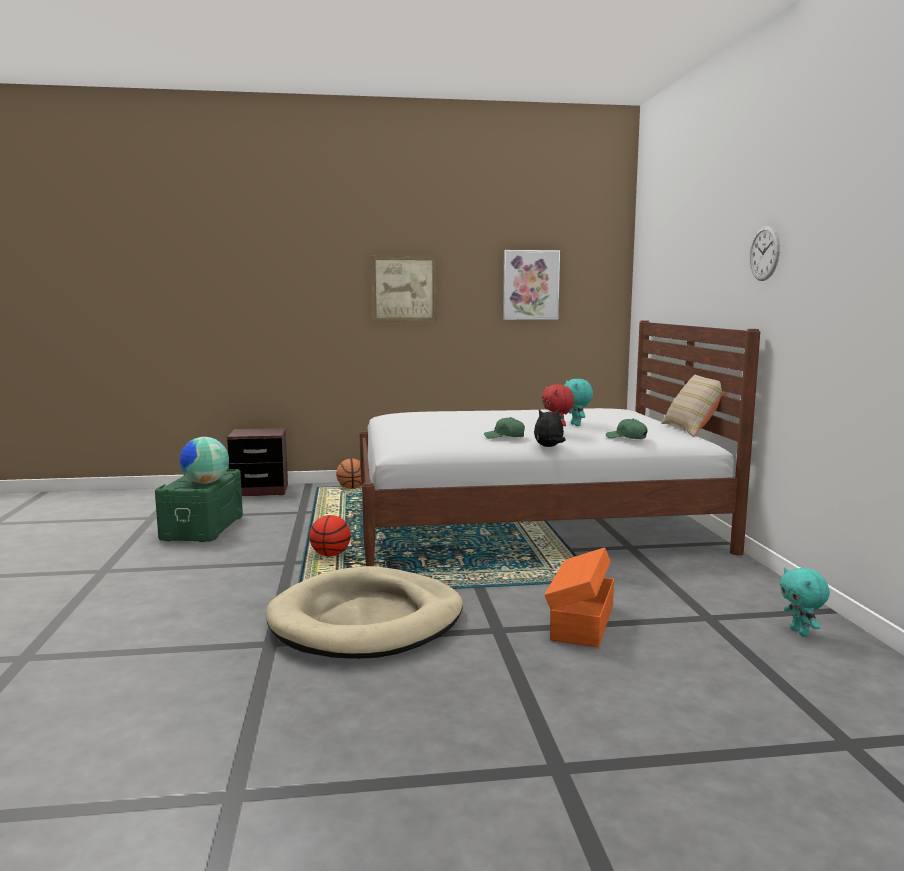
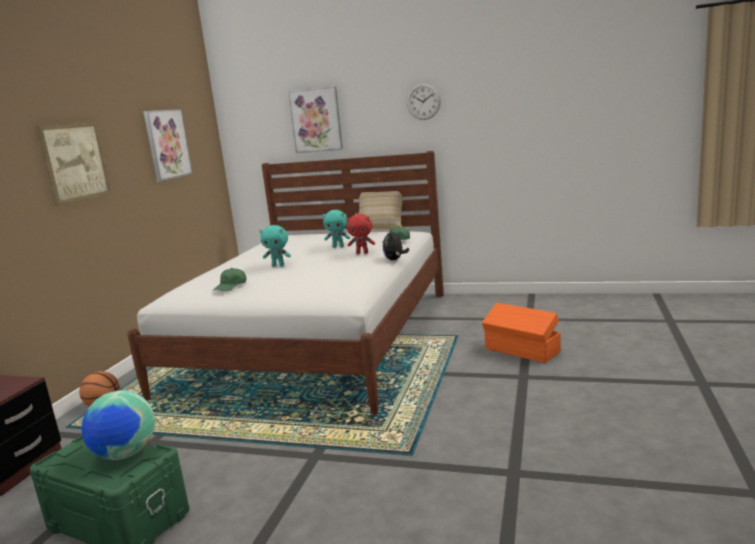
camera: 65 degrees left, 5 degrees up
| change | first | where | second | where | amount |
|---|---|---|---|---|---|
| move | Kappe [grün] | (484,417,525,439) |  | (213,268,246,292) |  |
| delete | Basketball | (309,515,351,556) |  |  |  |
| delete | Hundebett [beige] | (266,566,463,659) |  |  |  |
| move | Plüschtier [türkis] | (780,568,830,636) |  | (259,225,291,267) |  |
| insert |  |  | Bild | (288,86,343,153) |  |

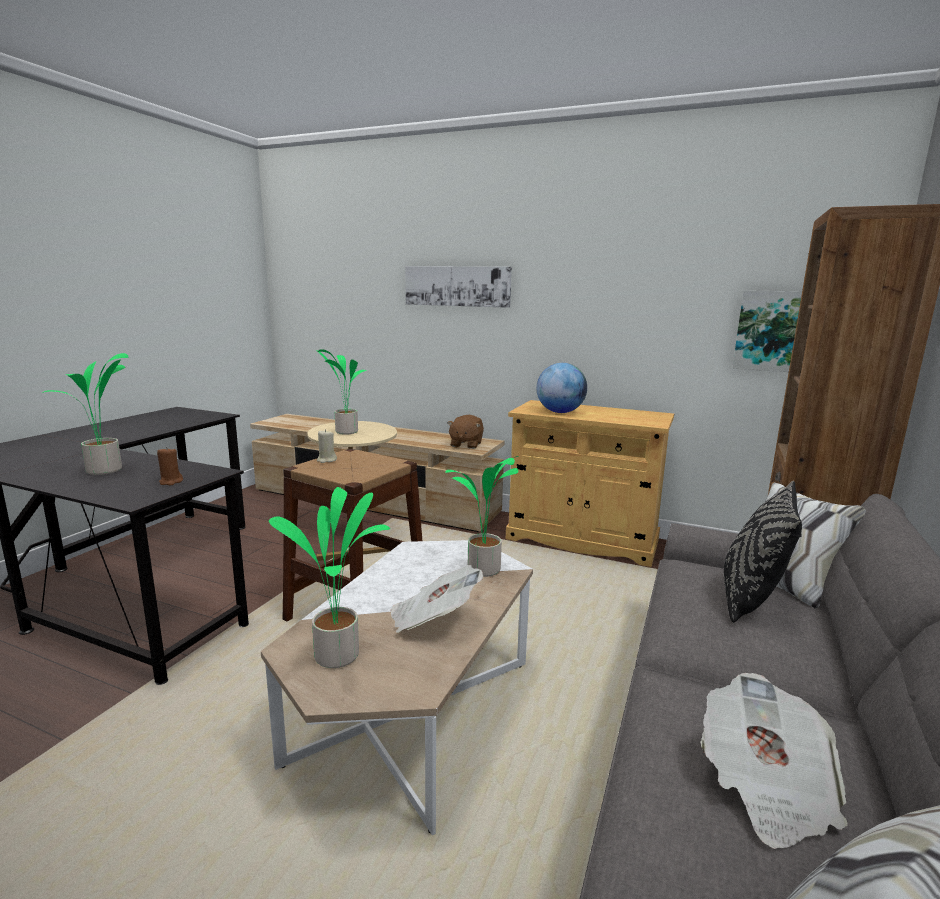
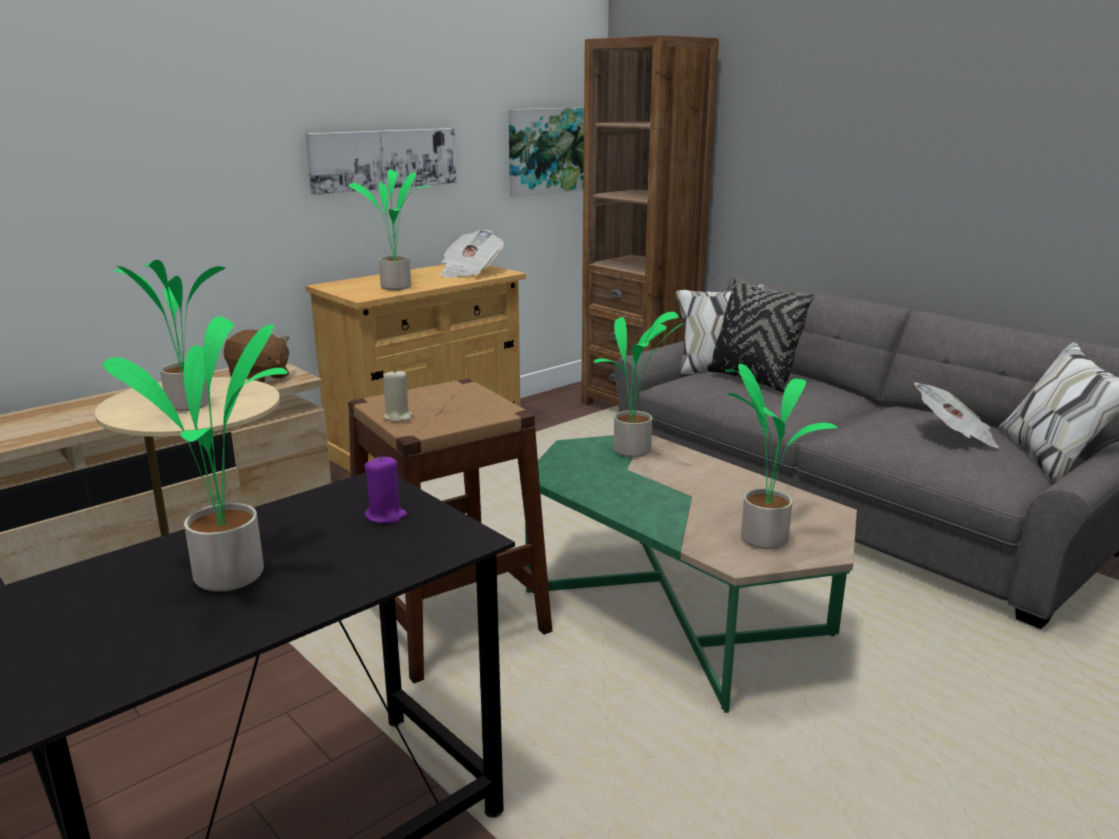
camera: 65 degrees left, 5 degrees up
| change | first | where | second | where | amount |
|---|---|---|---|---|---|
| move | Bild | (405,266,512,308) |  | (305,128,456,195) |  |
| replace | Globus | (537,363,587,413) | Topfpflanze | (349,169,429,290) |  |
| recolor | Kerze [braun] | (157,447,183,485) | Kerze [lila] | (364,456,407,523) |  |
| recolor | Couchtisch [weiß] | (261,540,533,836) | Couchtisch [grün] | (525,435,857,713) |  |
| move | Zeitung | (390,565,483,633) |  | (440,230,504,278) |  |

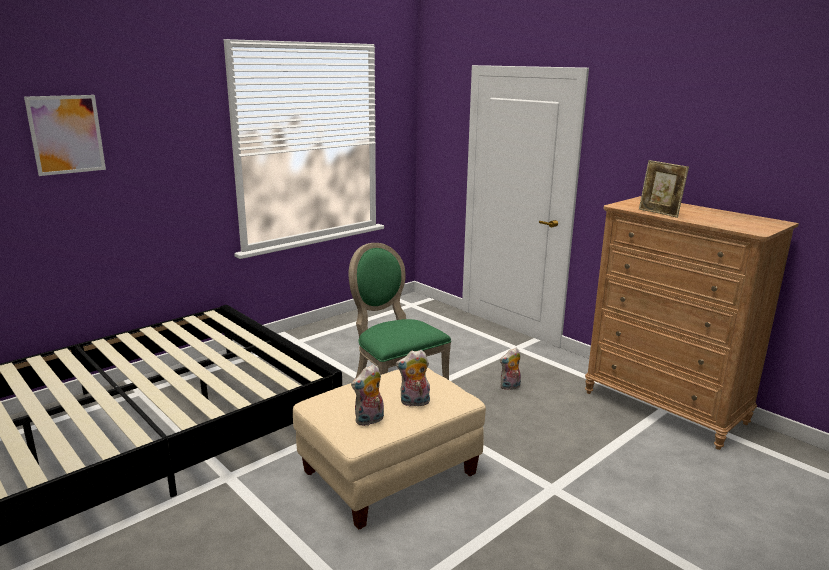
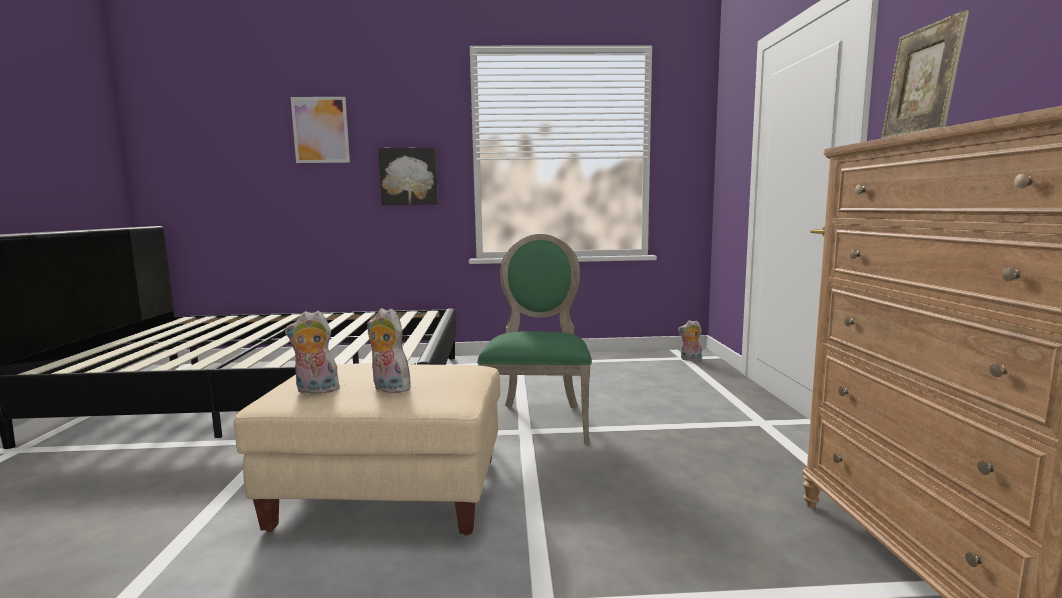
camera: 40 degrees right, 10 degrees down
| change | first | where | second | where | amount |
|---|---|---|---|---|---|
| move | Plüschtier | (500,348,521,390) |  | (678,320,702,361) |  |
| insert |  |  | Bild | (378,147,438,205) |  |

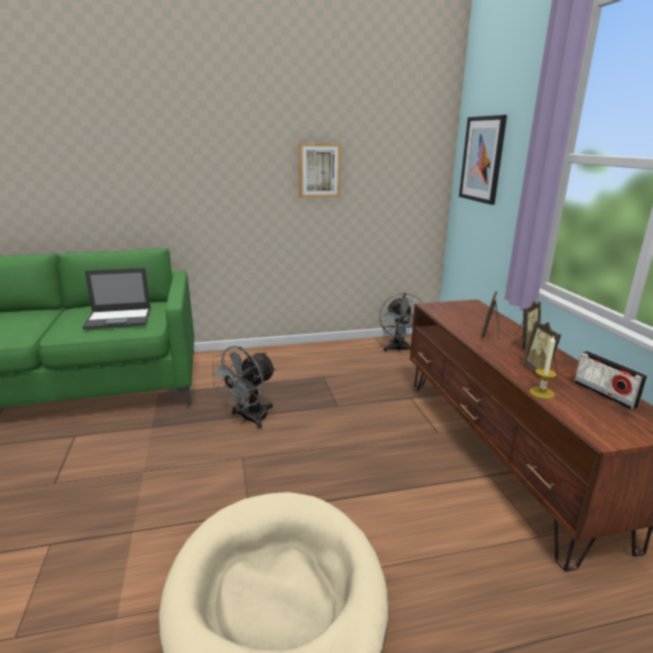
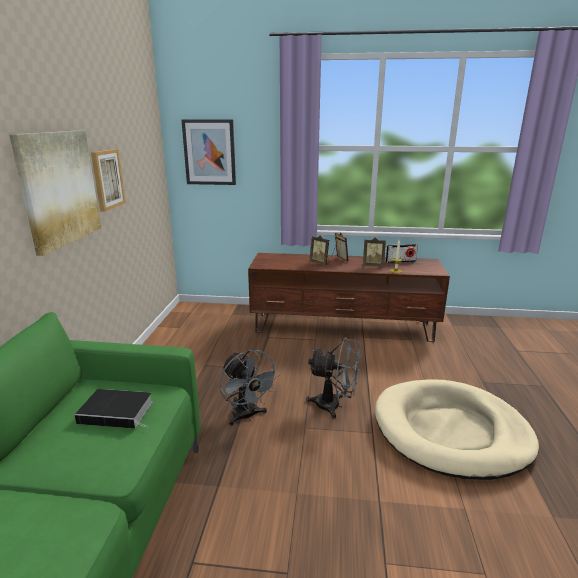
camera: 70 degrees left, 0 degrees up
| change | first | where | second | where | amount |
|---|---|---|---|---|---|
| replace | Laptop | (82,268,151,330) | Buch | (74,389,153,429) |  |
| move | Ventilator [grau] | (379,293,423,352) |  | (306,337,361,419) |  |
| insert |  |  | Bild | (9,130,101,256) |  |

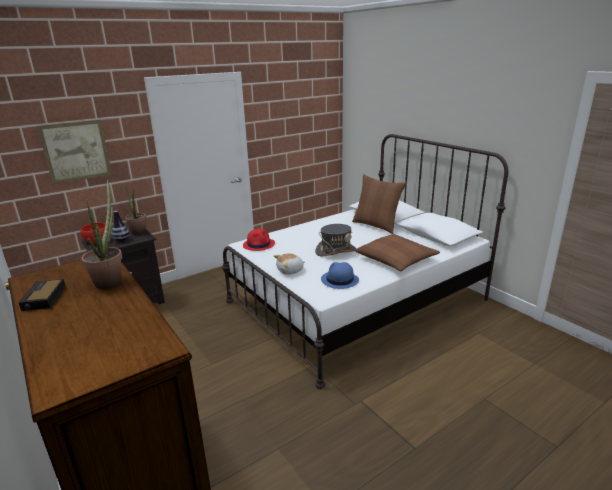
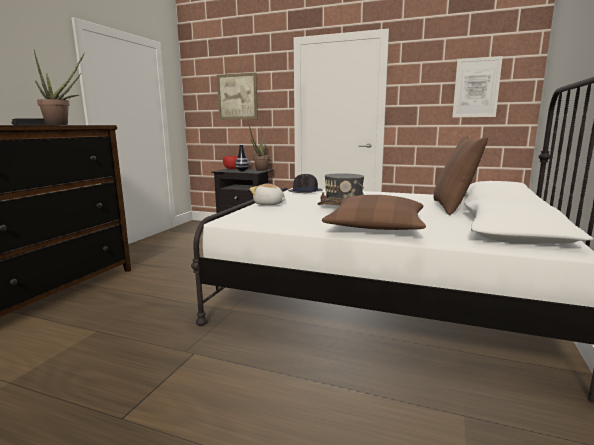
camera: 55 degrees right, 10 degrees down
| change | first | where | second | where | amount |
|---|---|---|---|---|---|
| recolor | Hut [rot] | (243,229,275,251) | Hut [schwarz] | (288,174,323,193) |  |
| delete | Hut [blau] | (321,262,359,289) |  |  |  |
| insert |  |  | Bild | (452,56,503,118) |  |

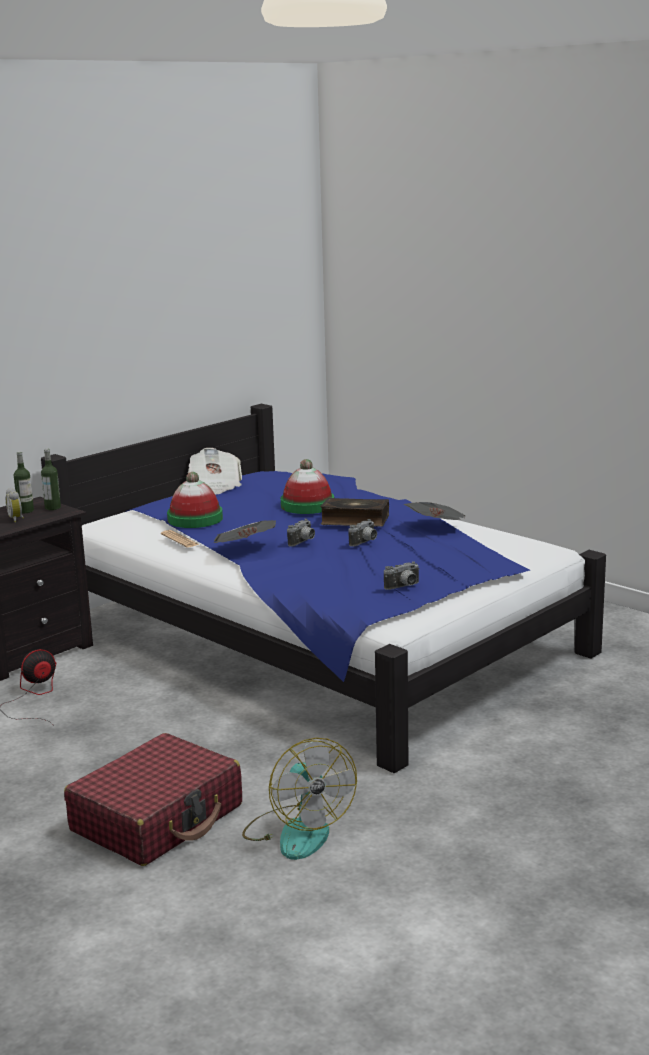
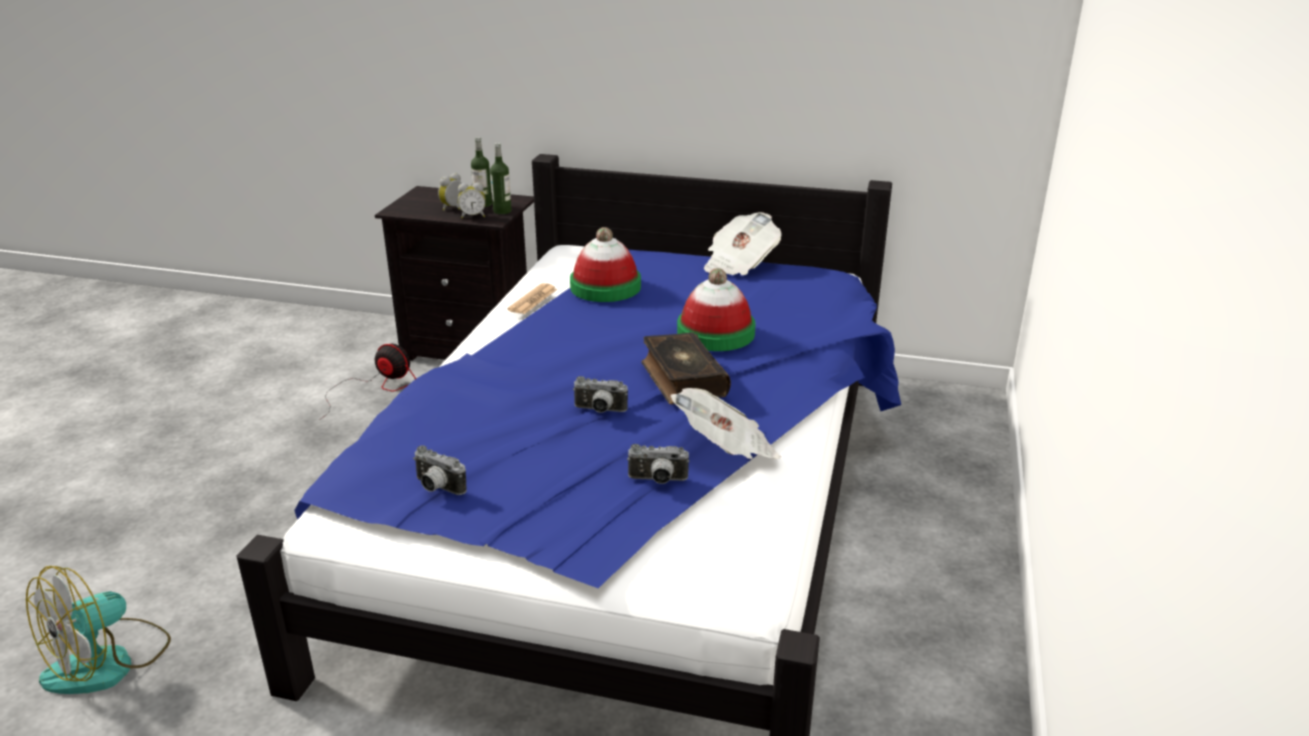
camera: 60 degrees right, 10 degrees up
| change | first | where | second | where | amount |
|---|---|---|---|---|---|
| move | Kamera | (287,519,315,547) |  | (627,444,689,484) |  |
| delete | Zeitung | (214,520,276,543) |  |  |  |
| delete | Koffer [rot] | (64,733,242,866) |  |  |  |
| insert |  |  | Wecker | (458,183,486,218) |  |

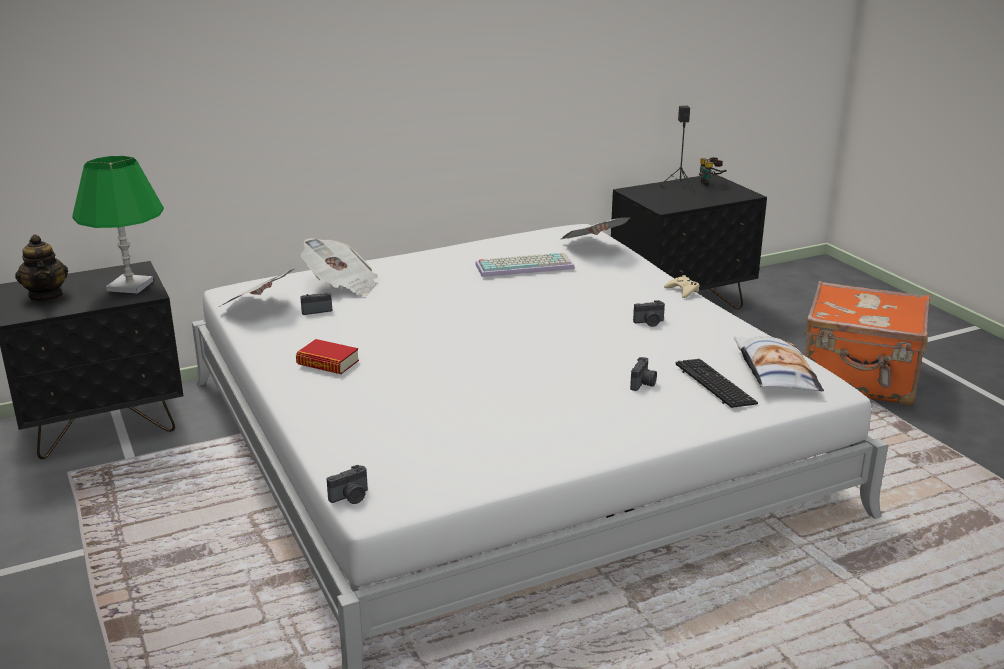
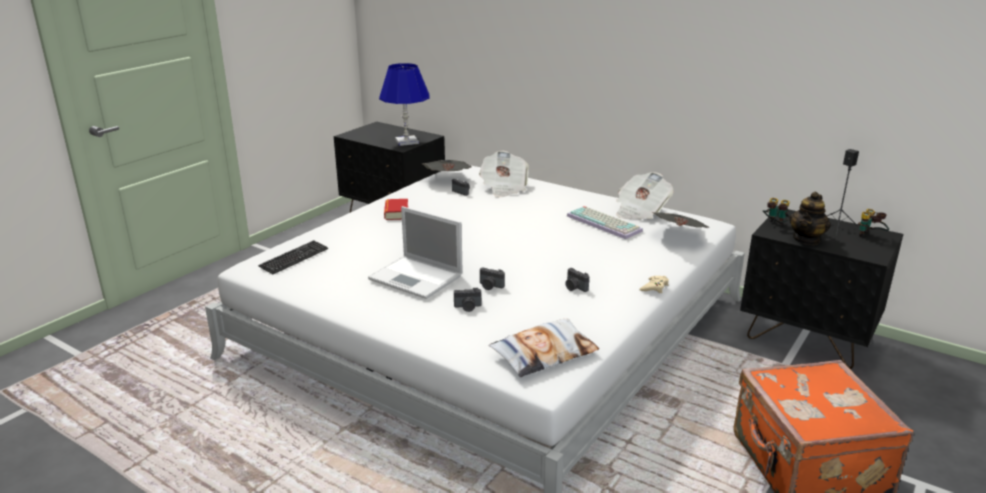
camera: 60 degrees right, 0 degrees up
| change | first | where | second | where | amount |
|---|---|---|---|---|---|
| recolor | Tischlampe [grün] | (72,156,164,294) | Tischlampe [blau] | (379,63,429,146) |  |
| move | Teekanne | (15,235,68,301) |  | (789,191,830,245) |  |
| move | Tastatur | (675,359,758,408) |  | (258,240,328,274) |  |
| move | Kamera | (327,465,368,504) |  | (480,267,505,290) |  |
| insert |  |  | Zeitung | (616,172,673,220) |  |
| insert |  |  | Fernglas | (763,198,790,224) |  |
| insert |  |  | Laptop | (368,206,463,299) |  |

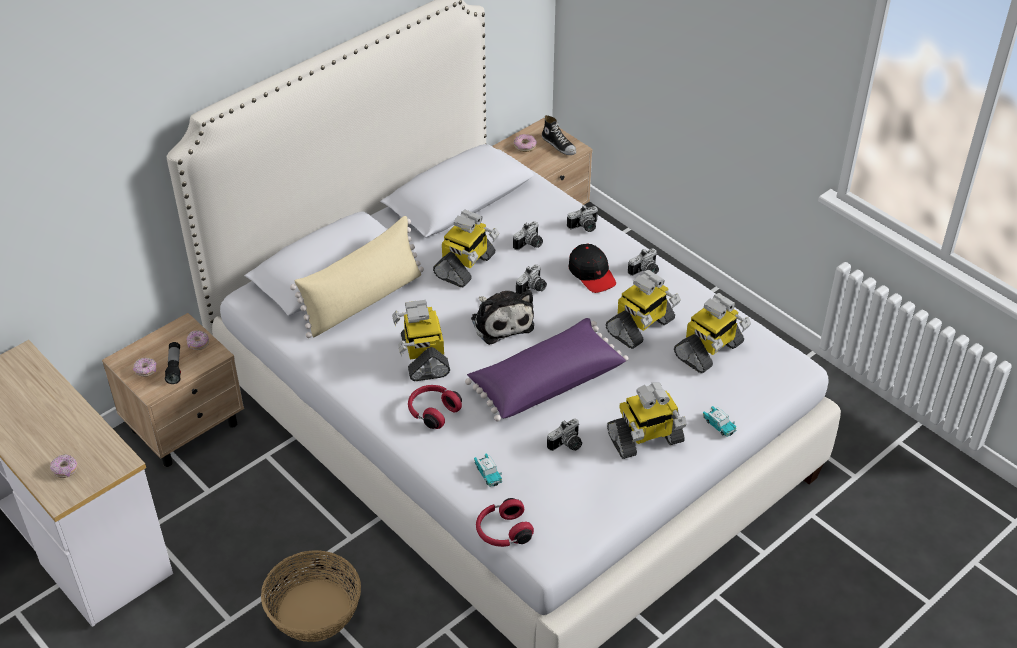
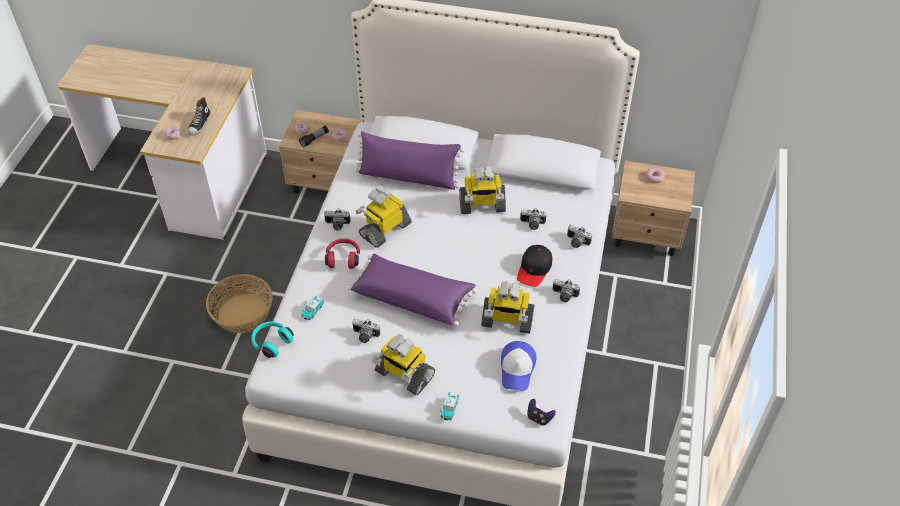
camera: 55 degrees right, 5 degrees up
| change | first | where | second | where | amount |
|---|---|---|---|---|---|
| move | Schuh | (542,115,576,155) |  | (187,97,211,135) |  |
| recolor | Kissen [beige] | (290,216,424,338) | Kissen [lila] | (355,131,464,190) |  |
| move | Kamera | (516,264,547,295) |  | (324,208,351,231) |  |
| delete | Plüschtier | (471,290,534,345) |  |  |  |
| replace | Spielzeugroboter | (674,293,751,373) | Kappe | (501,341,536,391) |  |
| recolor | Kopfhörer [rot] | (476,498,534,547) | Kopfhörer [türkis] | (251,321,294,358) |  |
| insert |  |  | Gamepad | (527,399,556,426) |  |

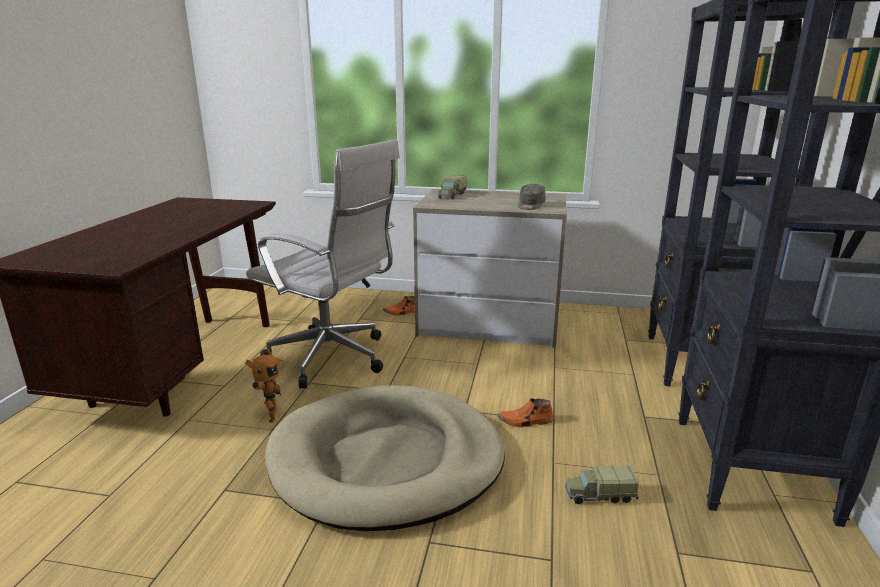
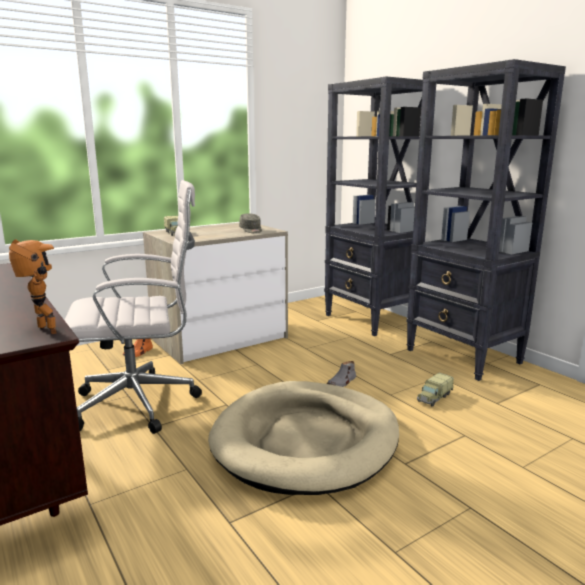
camera: 45 degrees left, 5 degrees down
| change | first | where | second | where | amount |
|---|---|---|---|---|---|
| move | Spielzeugroboter | (245,349,284,423) |  | (9,239,57,334) |  |
| recolor | Schuh [orange] | (498,398,553,427) | Schuh [grau] | (327,361,356,387) |  |

